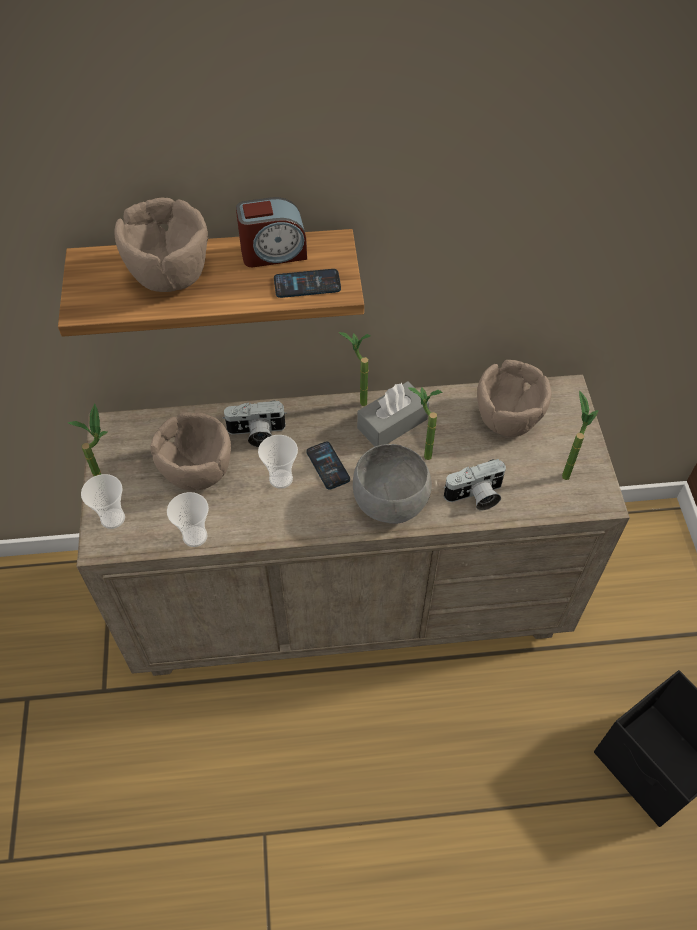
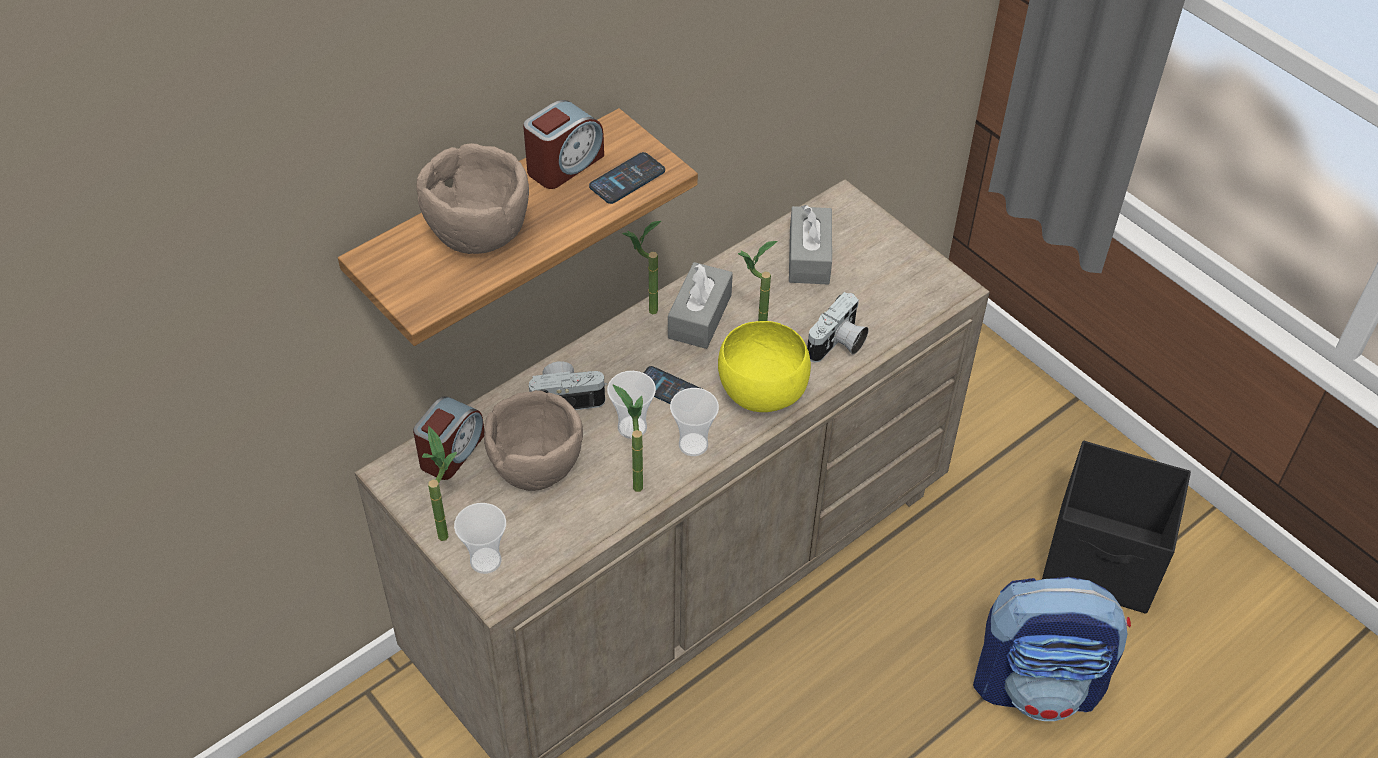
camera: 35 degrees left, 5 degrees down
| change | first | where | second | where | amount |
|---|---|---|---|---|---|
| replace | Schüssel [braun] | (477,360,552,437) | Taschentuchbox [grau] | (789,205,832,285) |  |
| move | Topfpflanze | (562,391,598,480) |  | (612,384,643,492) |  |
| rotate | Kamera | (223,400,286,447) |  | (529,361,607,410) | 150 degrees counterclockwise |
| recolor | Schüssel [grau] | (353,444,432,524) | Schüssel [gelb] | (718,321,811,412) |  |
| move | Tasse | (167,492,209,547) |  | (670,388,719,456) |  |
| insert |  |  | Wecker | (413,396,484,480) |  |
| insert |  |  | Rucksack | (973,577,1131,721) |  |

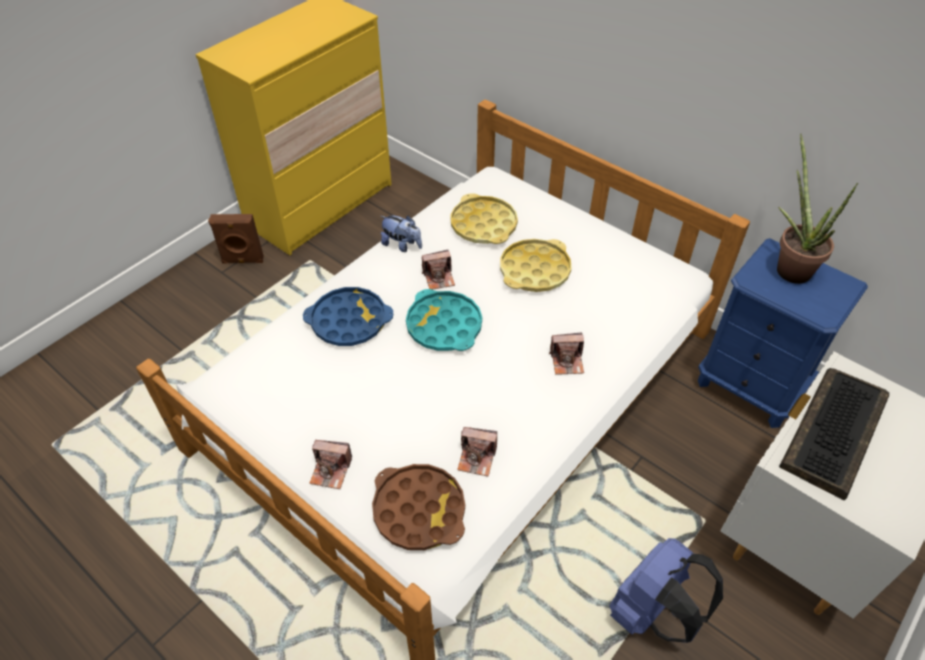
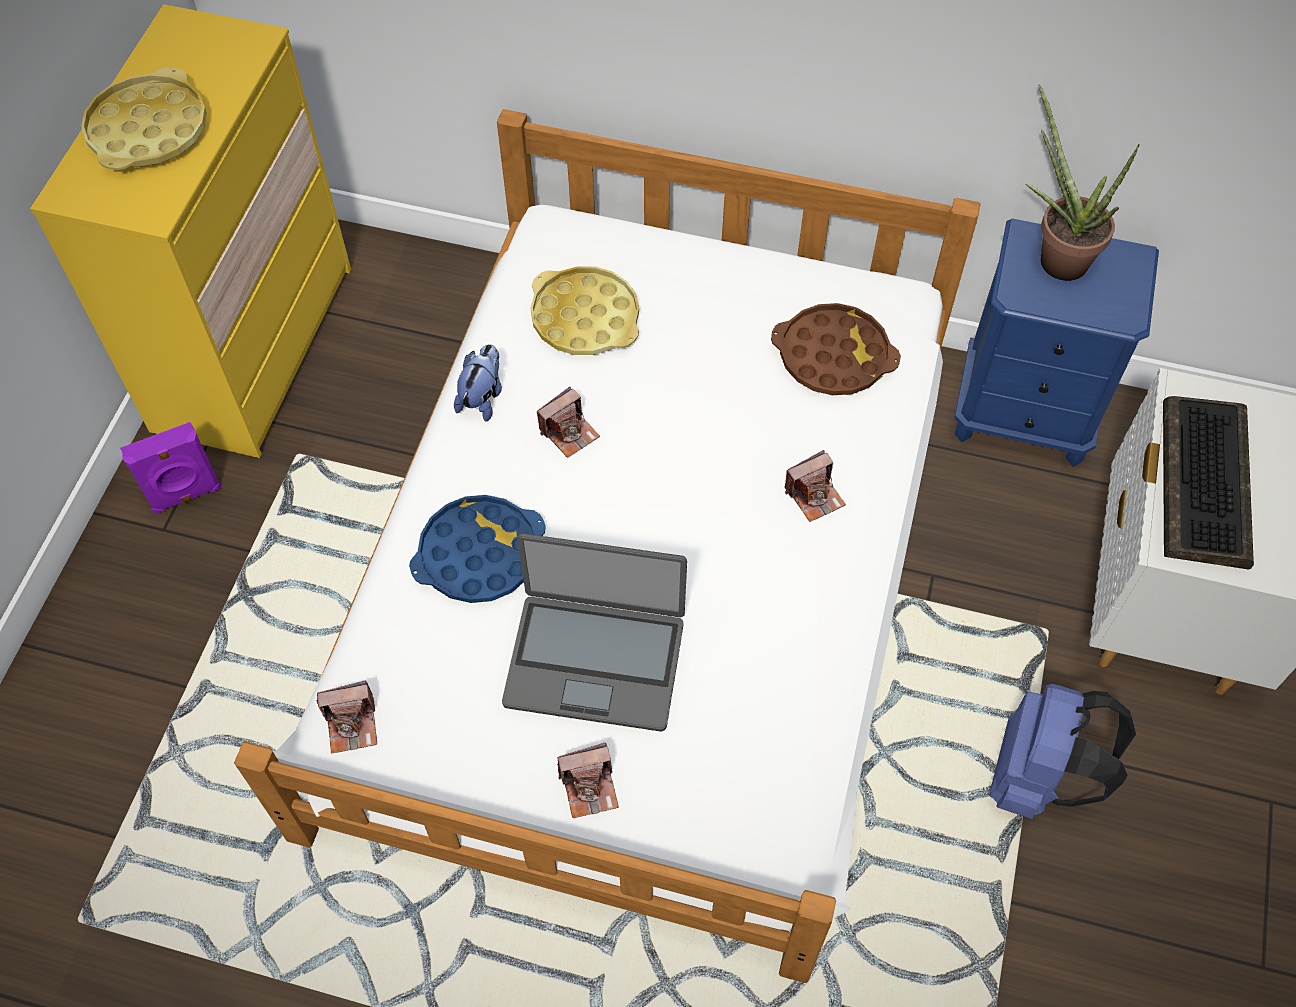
camera: 25 degrees left, 10 degrees up
| change | first | where | second | where | amount |
|---|---|---|---|---|---|
| recolor | Lautsprecher [braun] | (208,214,264,264) | Lautsprecher [lila] | (120,422,222,514) |  |
| rotate | Plüschtier | (381,215,422,252) |  | (454,344,502,422) | 75 degrees counterclockwise |
| move | Tablett [gelb] | (500,239,571,292) |  | (81,67,207,170) |  |
| delete | Tablett [türkis] | (406,289,482,351) |  |  |  |
| move | Kamera | (457,427,497,476) |  | (317,681,377,753) |  |
| move | Tablett [braun] | (372,464,465,550) |  | (771,303,901,395) |  |
| insert |  |  | Laptop | (502,533,687,731) |  |

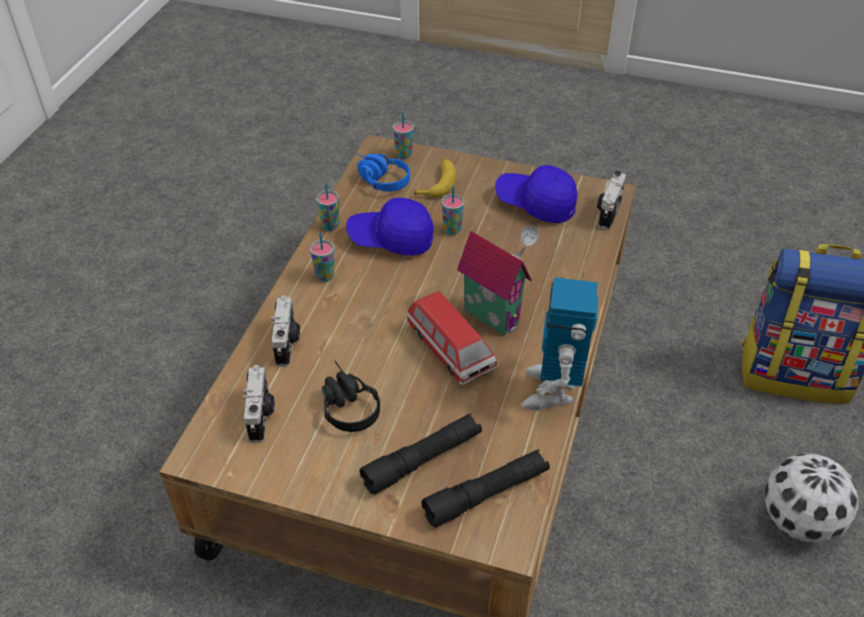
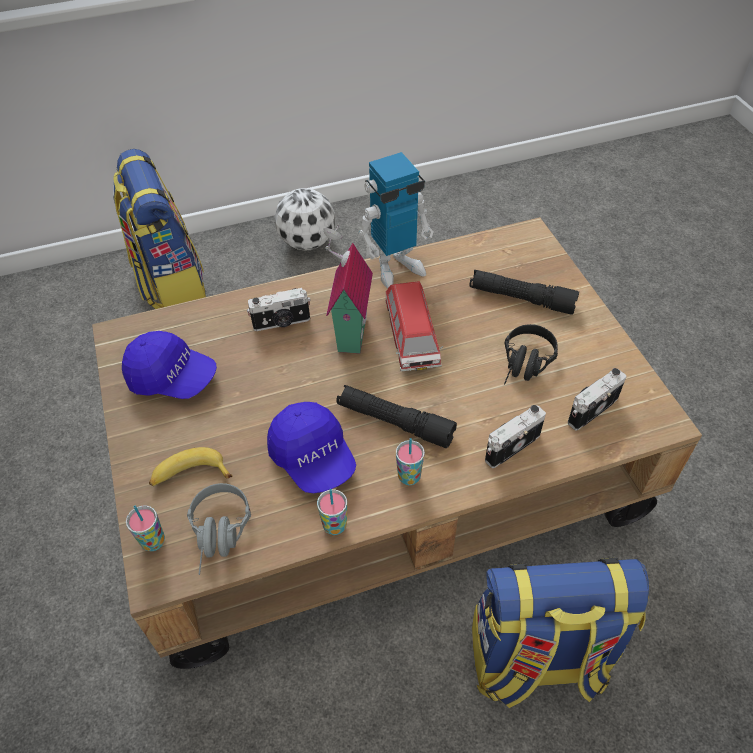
camera: 125 degrees left, 5 degrees up
| change | first | where | second | where | amount |
|---|---|---|---|---|---|
| recolor | Kopfhörer [blau] | (355,153,410,192) | Kopfhörer [grau] | (187,483,251,575) |  |
| rotate | Kappe [blau] | (495,165,578,223) |  | (122,331,217,399) | 60 degrees counterclockwise |
| move | Kamera | (597,171,626,230) |  | (247,288,310,331) |  |
| delete | Tasse | (442,186,464,235) |  |  |  |
| rotate | Spielzeugauto | (407,291,498,385) |  | (386,281,443,372) | 150 degrees clockwise |
| move | Taschenlampe [schwarz] | (421,449,550,528) |  | (336,385,457,448) |  |
| insert |  |  | Rucksack | (472,558,649,708) |  |

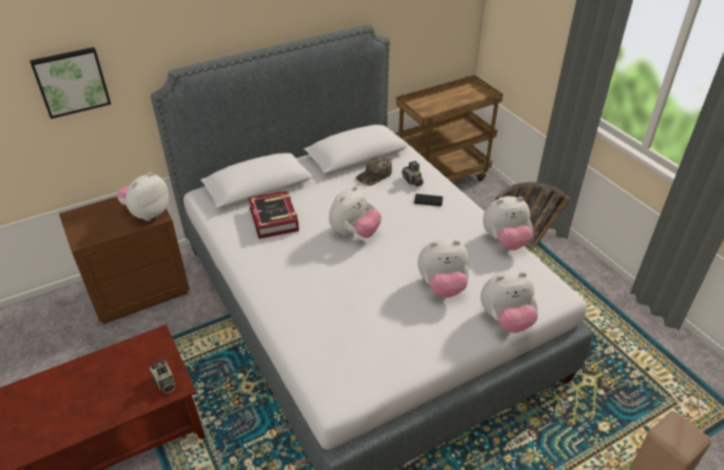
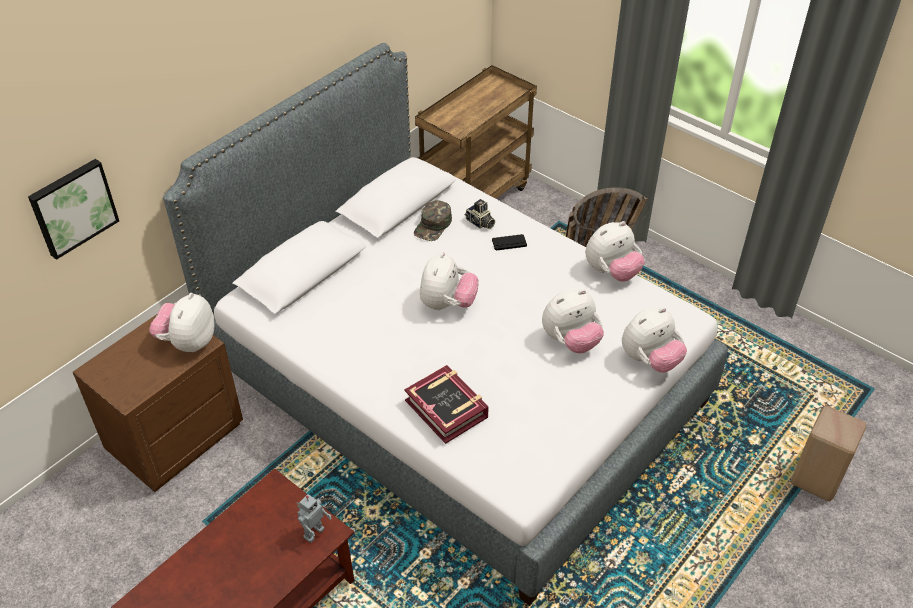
camera: 20 degrees left, 5 degrees up
| change | first | where | second | where | amount |
|---|---|---|---|---|---|
| move | Buch | (248,190,299,239) |  | (404,365,489,444) |  |
| replace | Kamera | (150,359,176,393) | Spielzeugroboter | (297,494,332,543) |  |

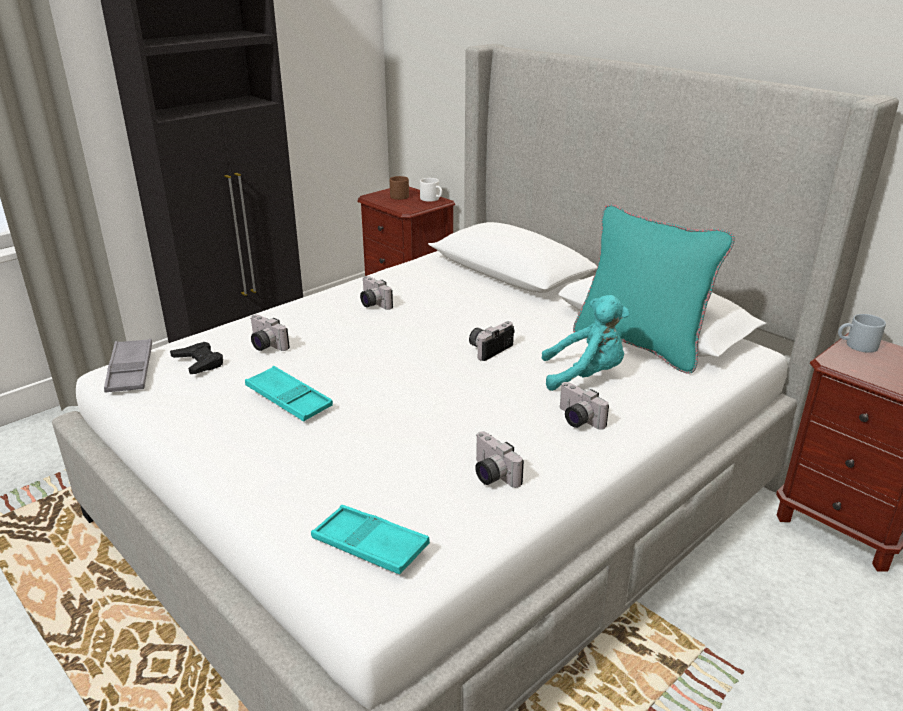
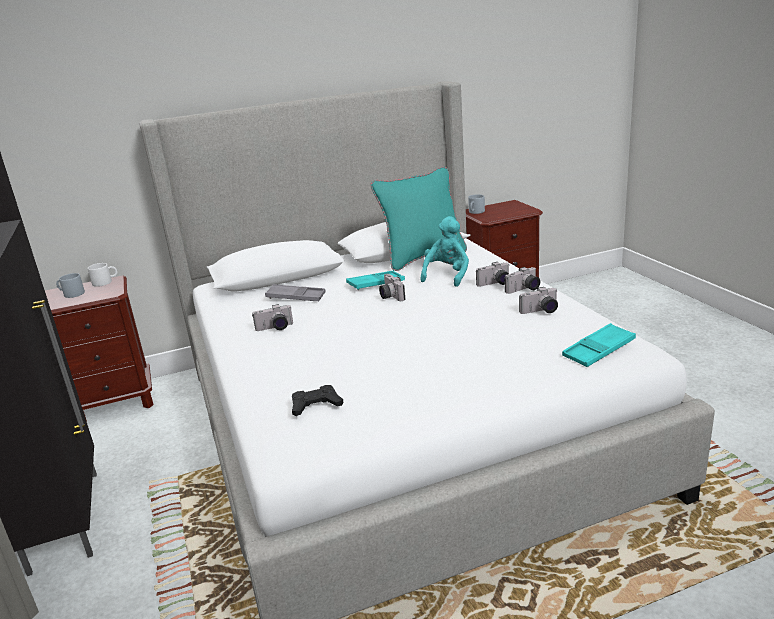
camera: 65 degrees left, 5 degrees down
| change | first | where | second | where | amount |
|---|---|---|---|---|---|
| recolor | Henkelbecher [braun] | (390,176,409,200) | Henkelbecher [grau] | (56,273,85,298) |  |
| move | Kamera | (250,314,290,351) |  | (504,267,540,294) |  |
| move | Tablett [grau] | (104,339,152,393) |  | (265,284,325,301) |  |
| move | Tablett [türkis] | (245,366,333,421) |  | (346,271,405,290) |  |

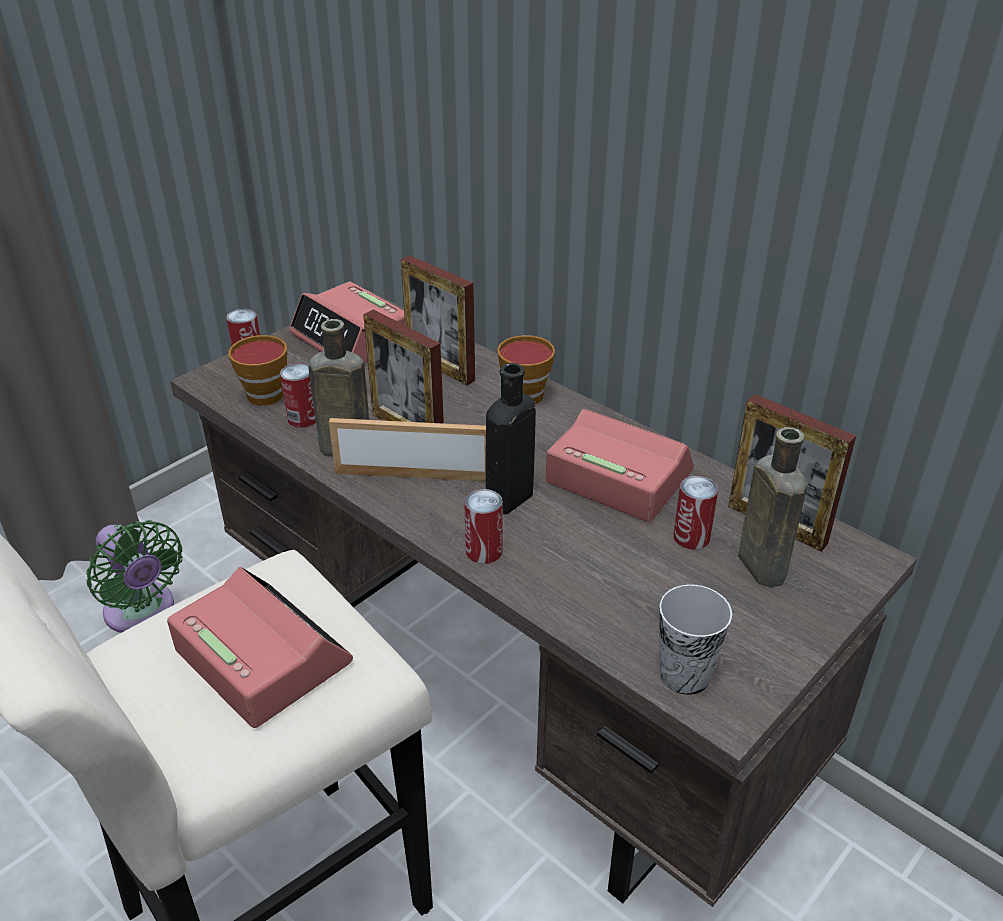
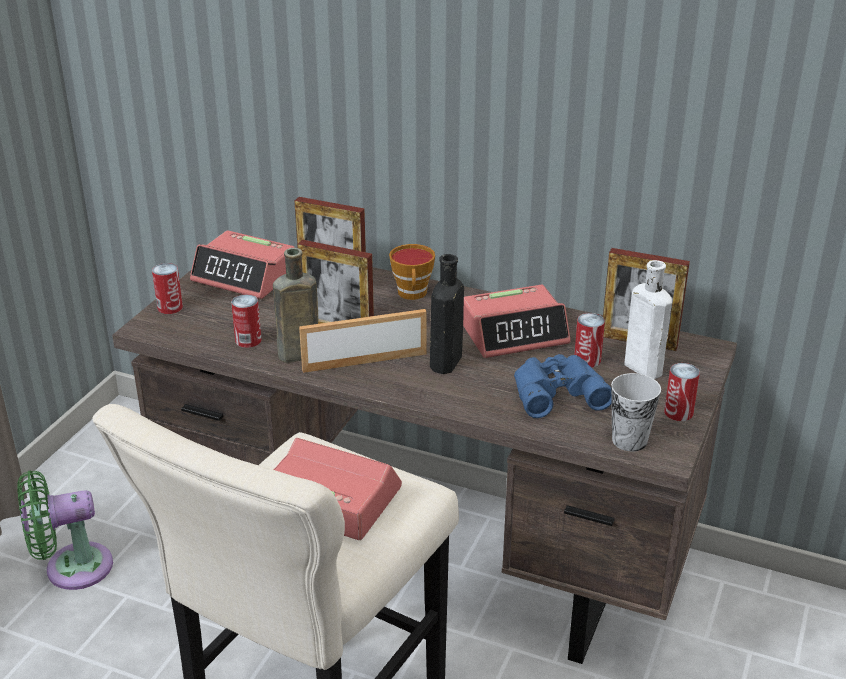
camera: 20 degrees left, 5 degrees down
| change | first | where | second | where | amount |
|---|---|---|---|---|---|
| delete | Tasse | (228,335,287,406) |  |  |  |
| rotate | Wecker | (546,409,694,522) |  | (463,285,571,358) | 150 degrees clockwise |
| recolor | Flasche [braun] | (738,427,807,587) | Flasche [weiß] | (624,260,672,379) |  |
| move | Dose | (464,489,503,564) |  | (664,363,700,421) |  |
| rotate | Ventilator [grün] | (86,520,183,633) |  | (17,470,113,590) | 135 degrees clockwise |
| insert |  |  | Fernglas [blau] | (514,354,612,418) |  |

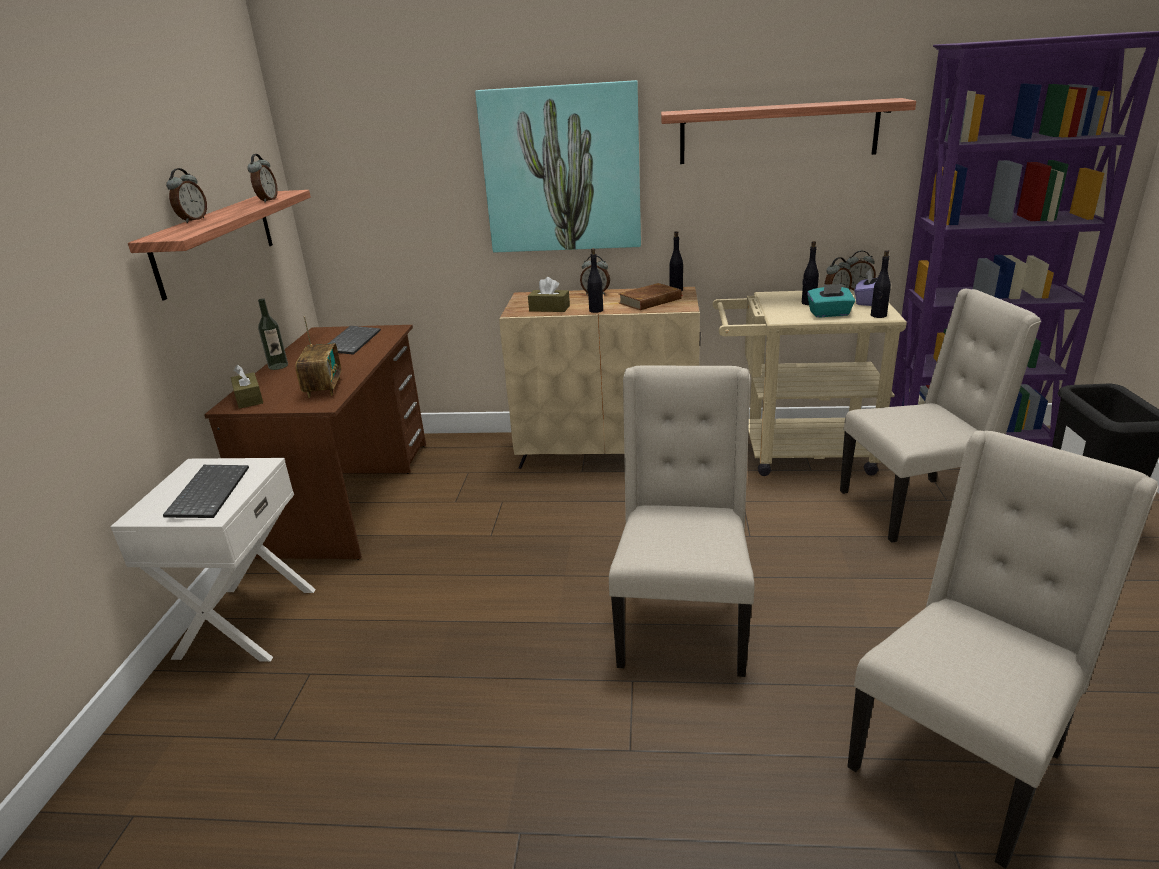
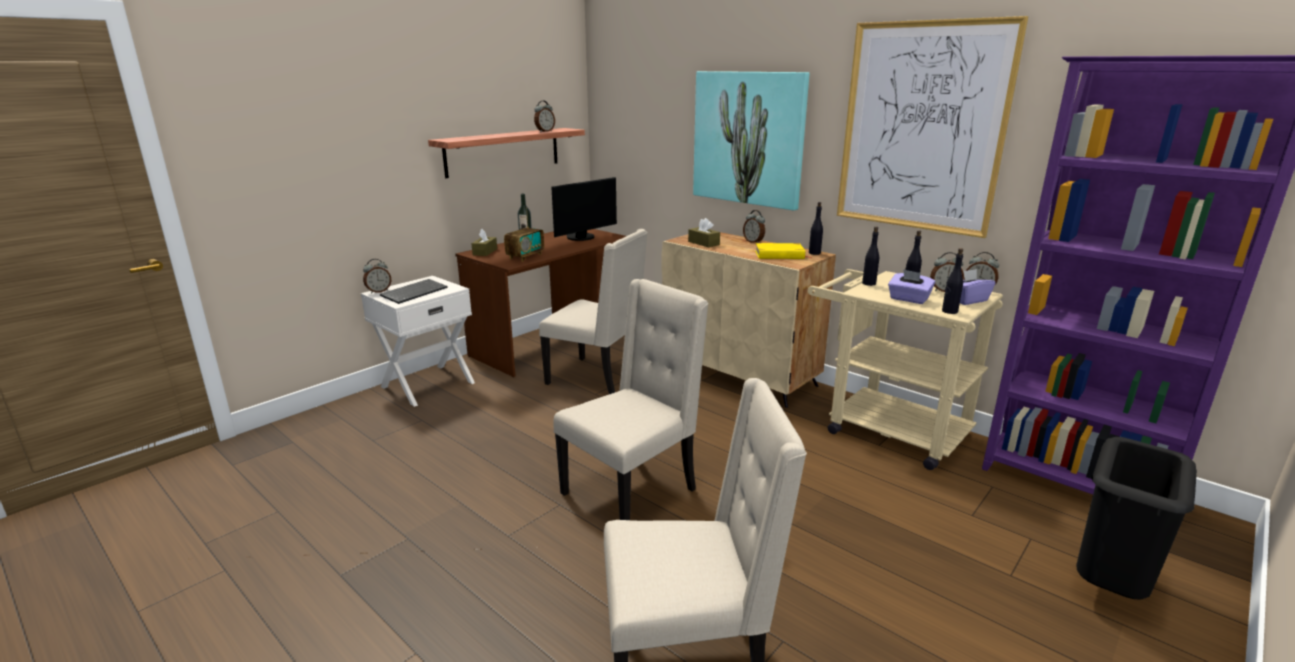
camera: 35 degrees right, 5 degrees down
| change | first | where | second | where | amount |
|---|---|---|---|---|---|
| replace | Wandregal | (661,98,916,164) | Bild | (837,16,1029,238) |  |
| move | Wecker | (166,168,207,223) |  | (363,259,391,294) |  |
| move | Flasche [schwarz] | (587,248,603,313) |  | (862,227,879,286) |  |
| recolor | Buch [braun] | (619,283,682,310) | Buch [gelb] | (755,243,812,259) |  |
| recolor | Taschentuchbox [türkis] | (807,284,855,317) | Taschentuchbox [lila] | (888,269,935,304) |  |
| move | Stuhl [beige] | (840,289,1041,543) |  | (539,229,647,394) |  |
| replace | Tastatur | (328,326,381,355) | Monitor | (551,177,617,241) |  |

